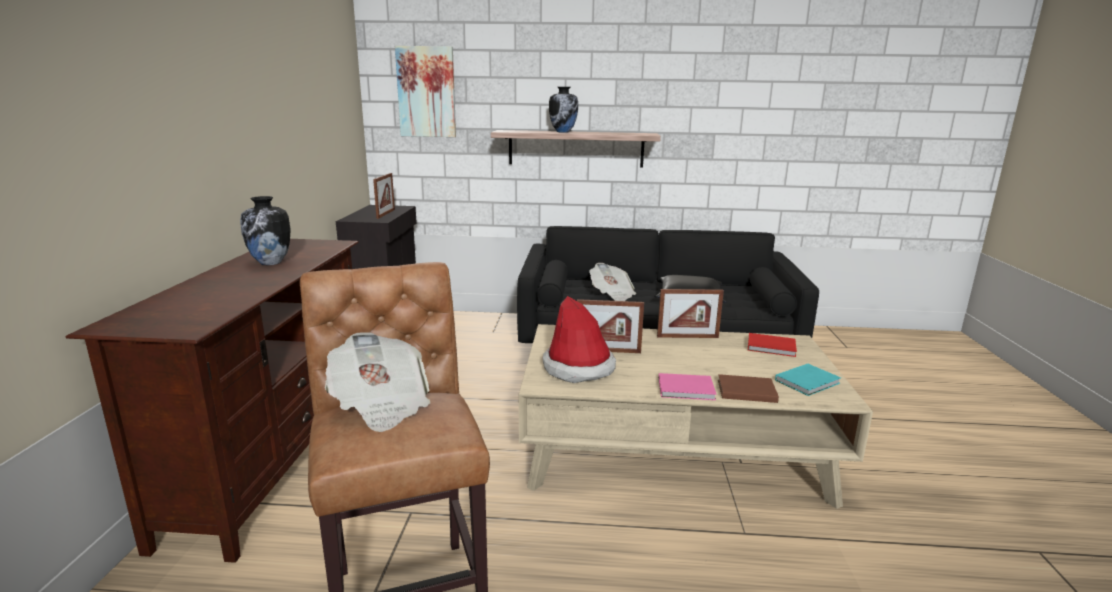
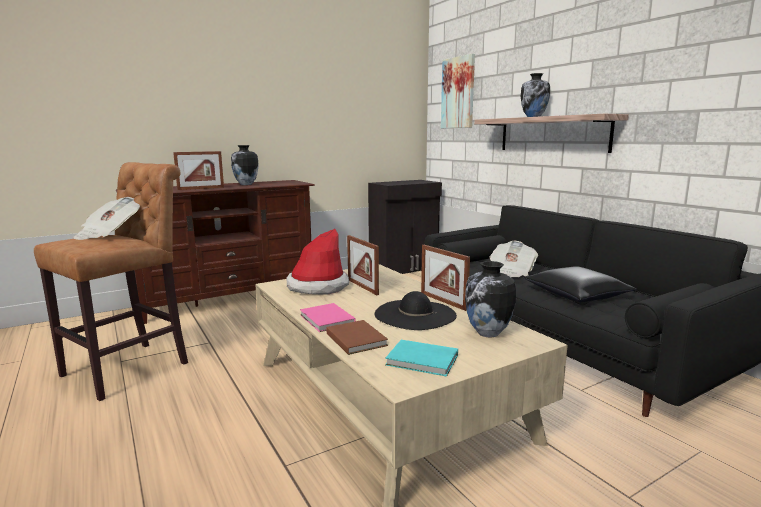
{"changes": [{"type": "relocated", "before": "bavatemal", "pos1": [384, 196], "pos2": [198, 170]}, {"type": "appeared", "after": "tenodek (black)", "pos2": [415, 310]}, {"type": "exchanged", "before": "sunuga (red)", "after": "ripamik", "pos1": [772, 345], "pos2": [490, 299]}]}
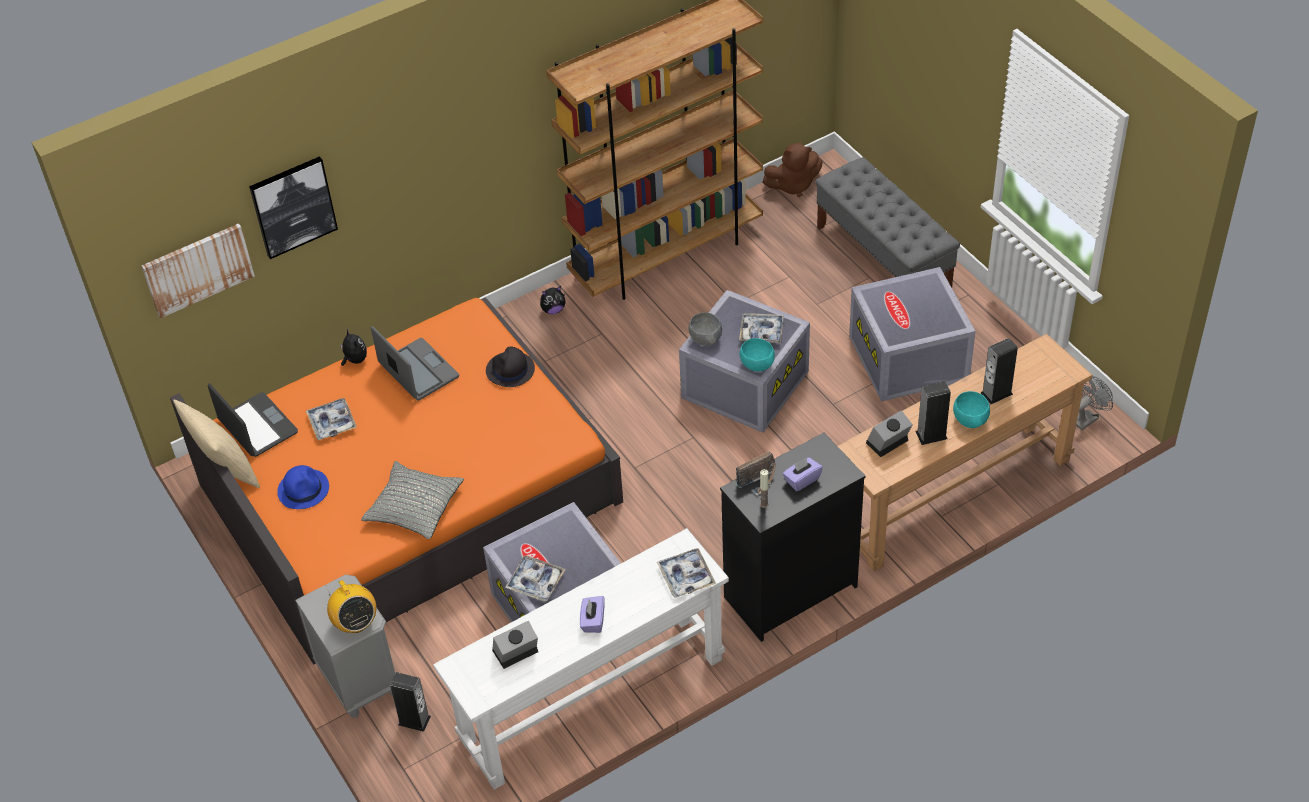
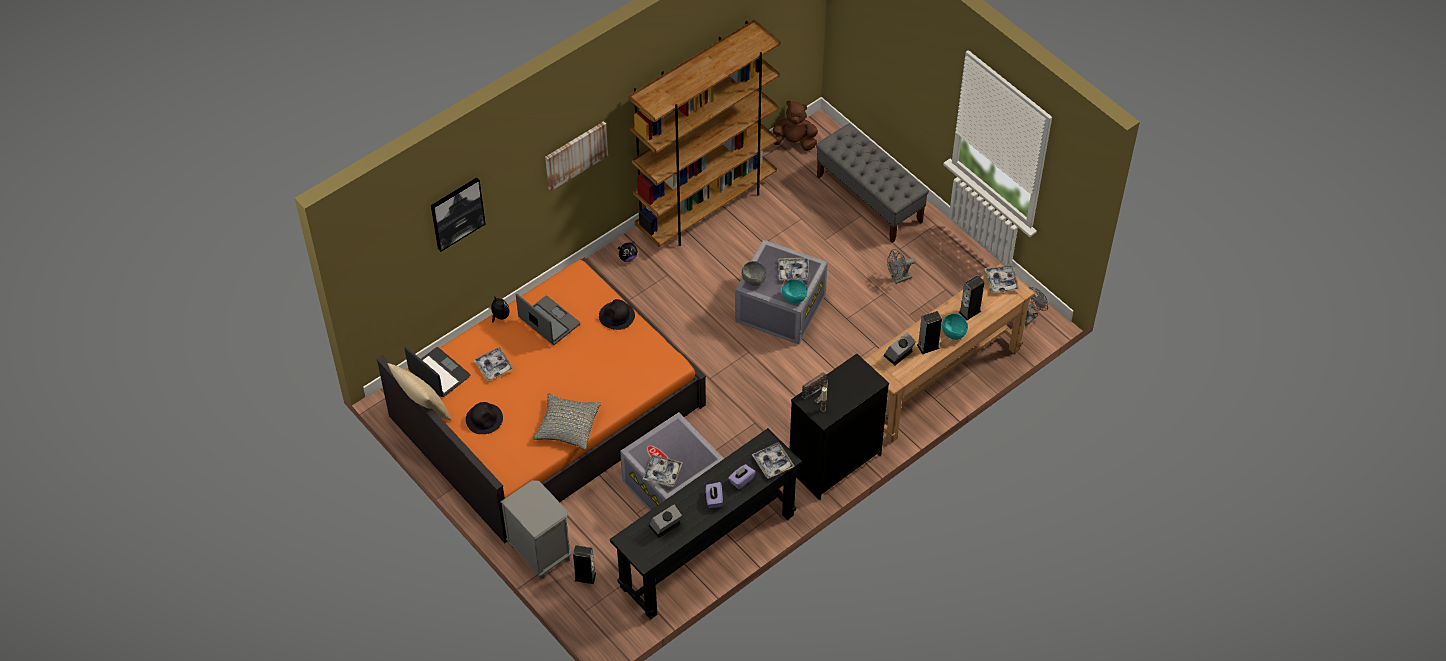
{"changes": [{"type": "colour", "before": "tenodek (blue)", "after": "tenodek (black)", "pos1": [303, 487], "pos2": [484, 418]}, {"type": "relocated", "before": "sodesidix", "pos1": [198, 270], "pos2": [576, 156]}, {"type": "colour", "before": "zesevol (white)", "after": "zesevol (black)", "pos1": [581, 659], "pos2": [706, 524]}, {"type": "relocated", "before": "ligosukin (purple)", "pos1": [803, 474], "pos2": [742, 476]}, {"type": "spun", "before": "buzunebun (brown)", "pos1": [793, 170], "pos2": [795, 126], "turn": -150}, {"type": "exchanged", "before": "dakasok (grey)", "after": "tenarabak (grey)", "pos1": [912, 334], "pos2": [901, 266]}, {"type": "appeared", "after": "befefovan", "pos2": [1001, 279]}, {"type": "missing", "before": "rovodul", "pos1": [350, 606]}]}
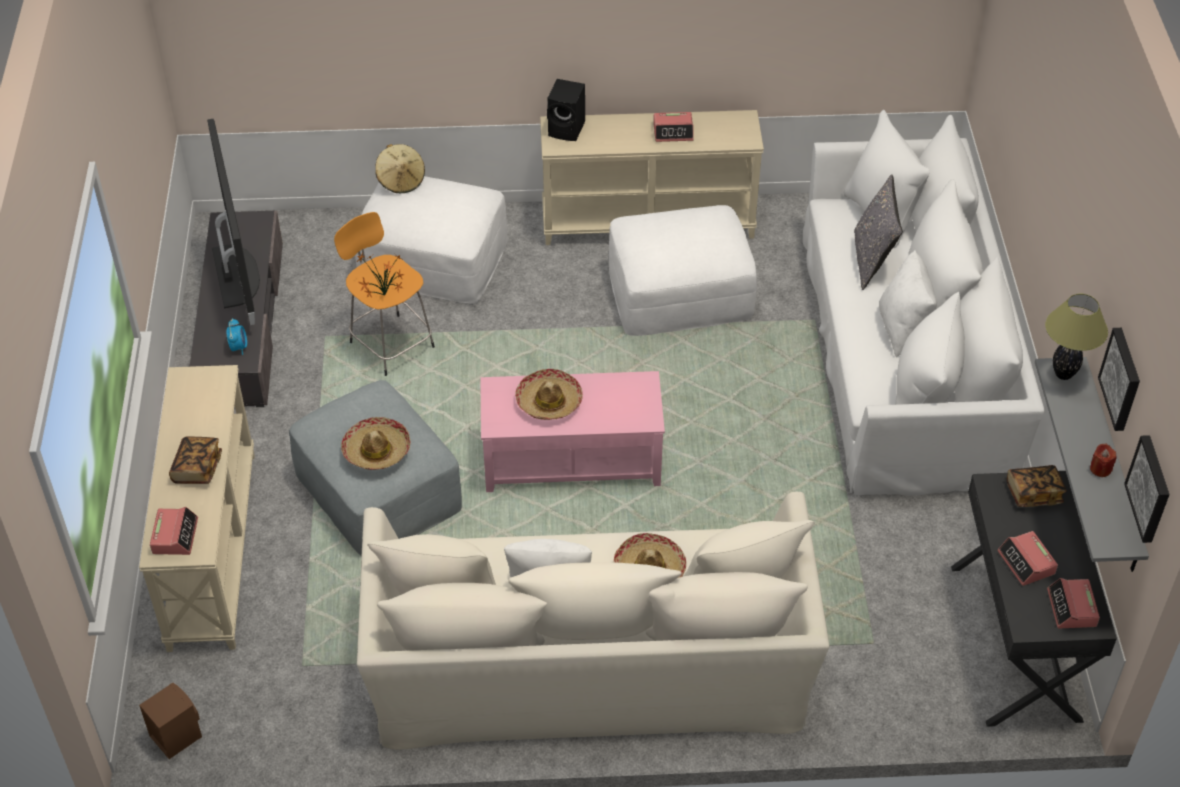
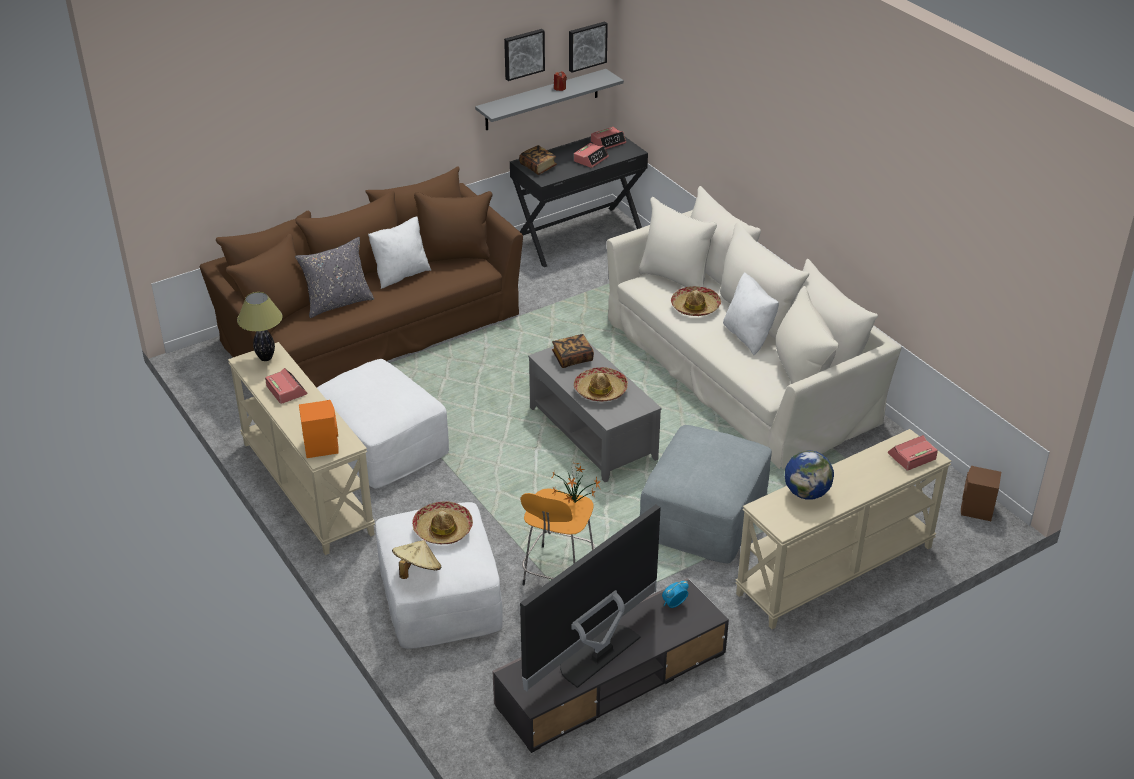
{"changes": [{"type": "colour", "before": "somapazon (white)", "after": "somapazon (brown)", "pos1": [924, 303], "pos2": [361, 277]}, {"type": "relocated", "before": "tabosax", "pos1": [1076, 337], "pos2": [260, 326]}, {"type": "colour", "before": "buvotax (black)", "after": "buvotax (orange)", "pos1": [566, 110], "pos2": [319, 429]}, {"type": "relocated", "before": "tenodek", "pos1": [375, 443], "pos2": [442, 522]}, {"type": "colour", "before": "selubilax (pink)", "after": "selubilax (grey)", "pos1": [572, 431], "pos2": [595, 412]}, {"type": "relocated", "before": "sunuga", "pos1": [195, 460], "pos2": [573, 351]}, {"type": "appeared", "after": "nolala", "pos2": [809, 475]}]}
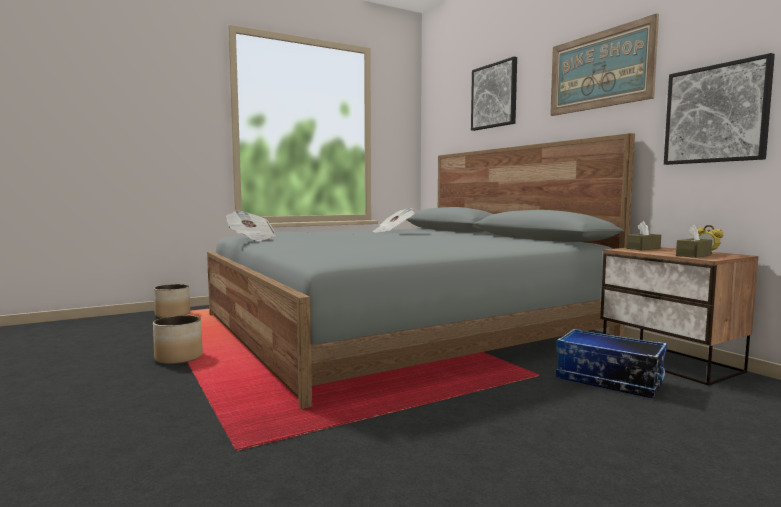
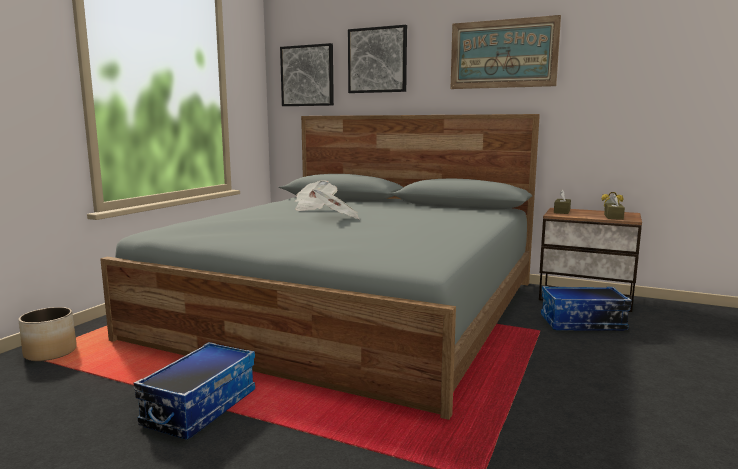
{"changes": [{"type": "exchanged", "before": "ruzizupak", "after": "dakasok", "pos1": [178, 339], "pos2": [194, 390]}, {"type": "relocated", "before": "sodesidix", "pos1": [719, 109], "pos2": [307, 74]}, {"type": "relocated", "before": "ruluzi", "pos1": [251, 226], "pos2": [336, 204]}]}
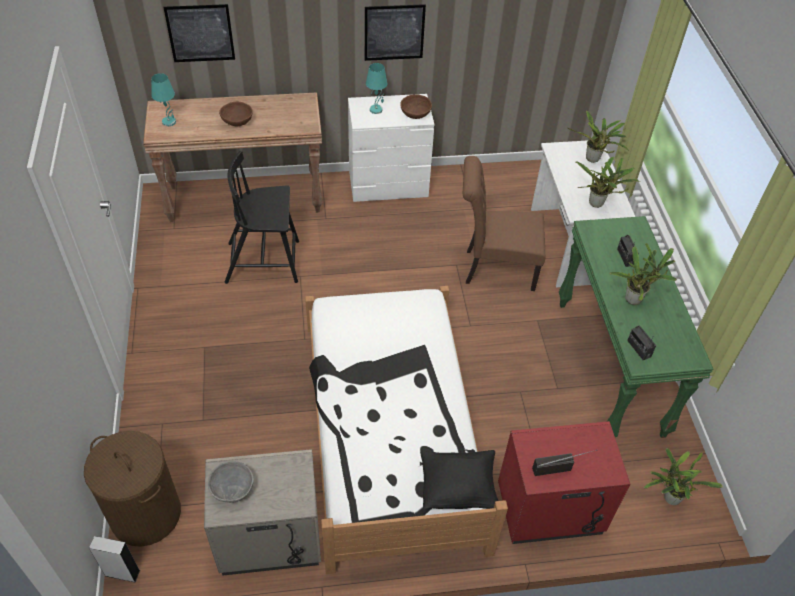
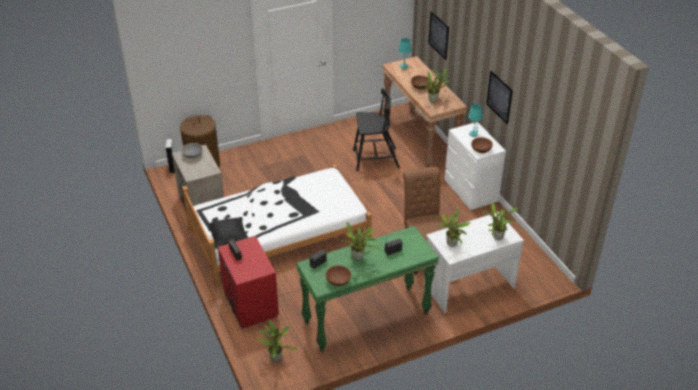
{"changes": [{"type": "appeared", "after": "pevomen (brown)", "pos2": [338, 275]}, {"type": "spun", "before": "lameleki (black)", "pos1": [262, 217], "pos2": [376, 129], "turn": 105}, {"type": "appeared", "after": "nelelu", "pos2": [435, 85]}]}
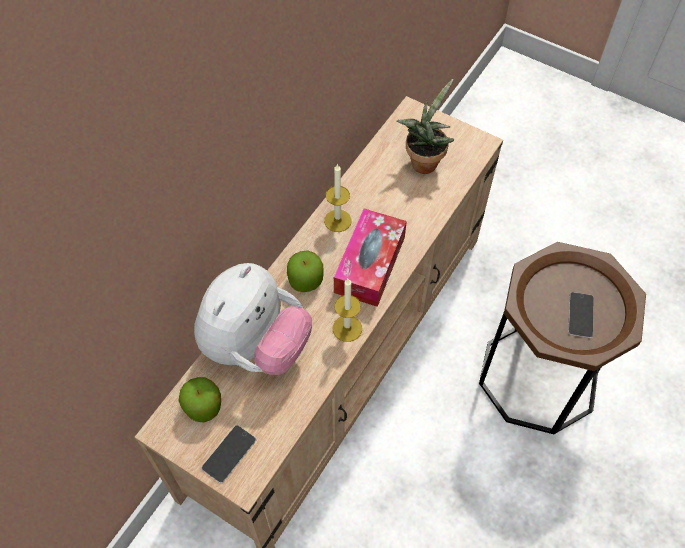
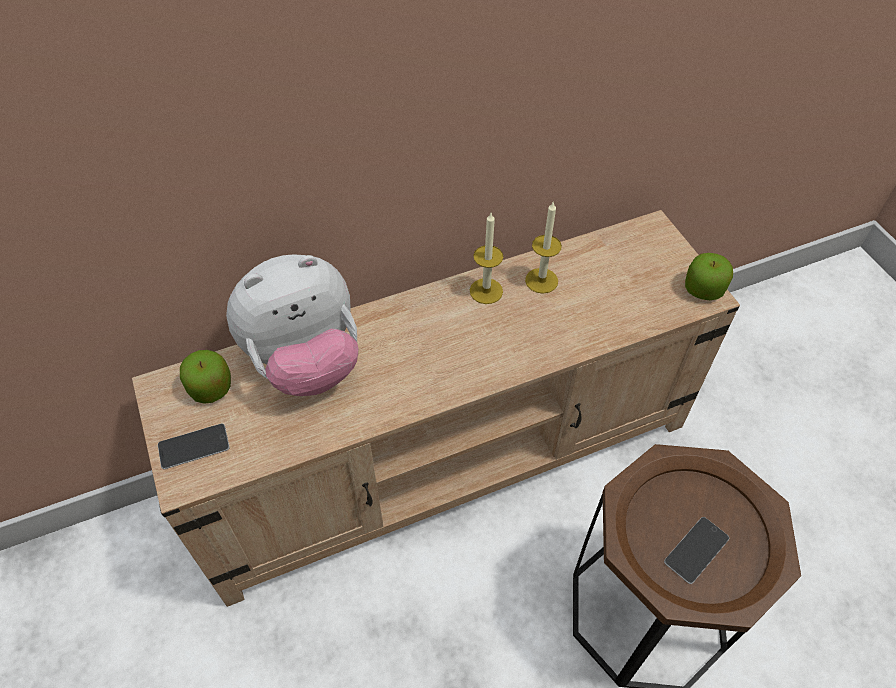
{"changes": [{"type": "relocated", "before": "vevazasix", "pos1": [347, 310], "pos2": [543, 248]}, {"type": "relocated", "before": "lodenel", "pos1": [305, 271], "pos2": [709, 276]}, {"type": "missing", "before": "ligosukin", "pos1": [370, 258]}, {"type": "missing", "before": "nelelu", "pos1": [425, 126]}]}
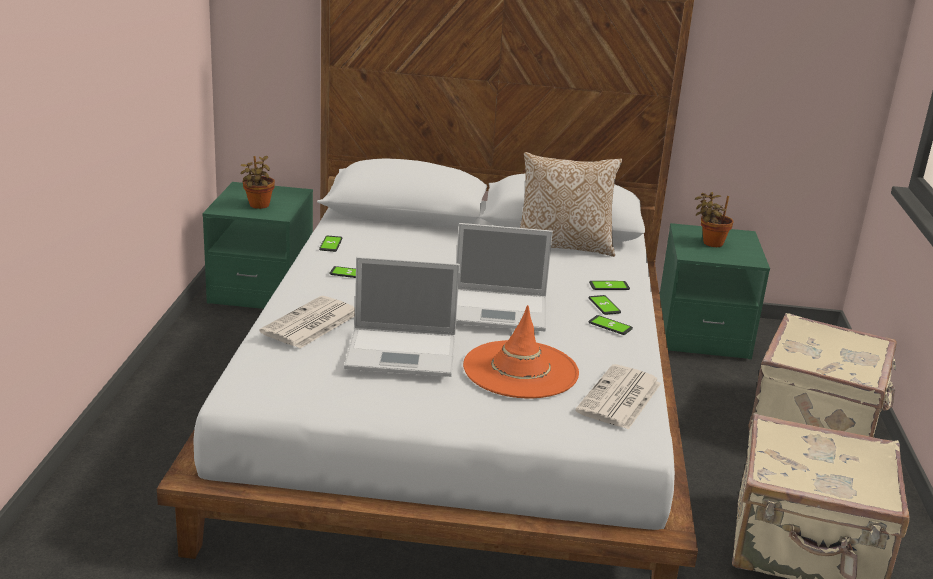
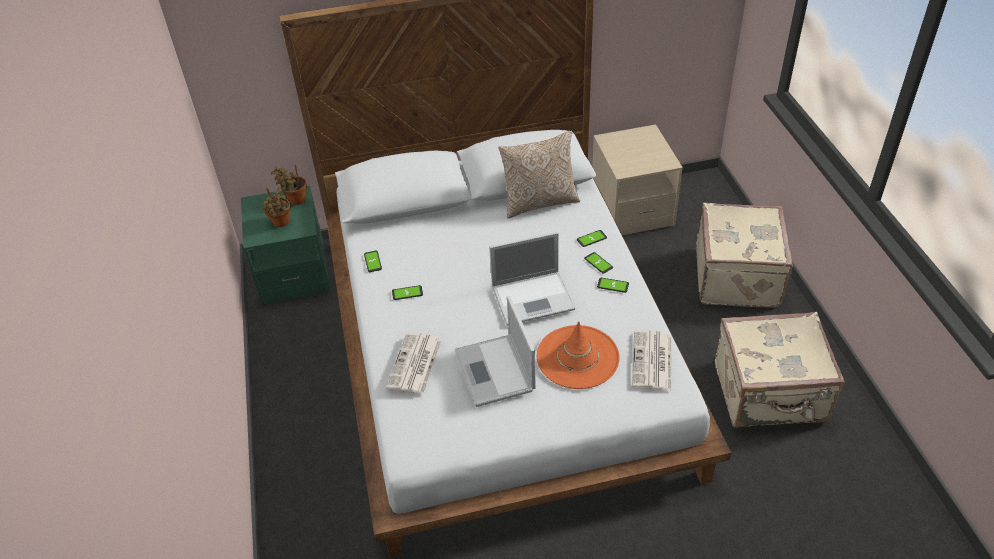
{"changes": [{"type": "relocated", "before": "nelelu", "pos1": [714, 219], "pos2": [289, 185]}, {"type": "spun", "before": "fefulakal", "pos1": [402, 317], "pos2": [495, 351], "turn": 90}, {"type": "colour", "before": "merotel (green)", "after": "merotel (beige)", "pos1": [715, 291], "pos2": [637, 179]}]}
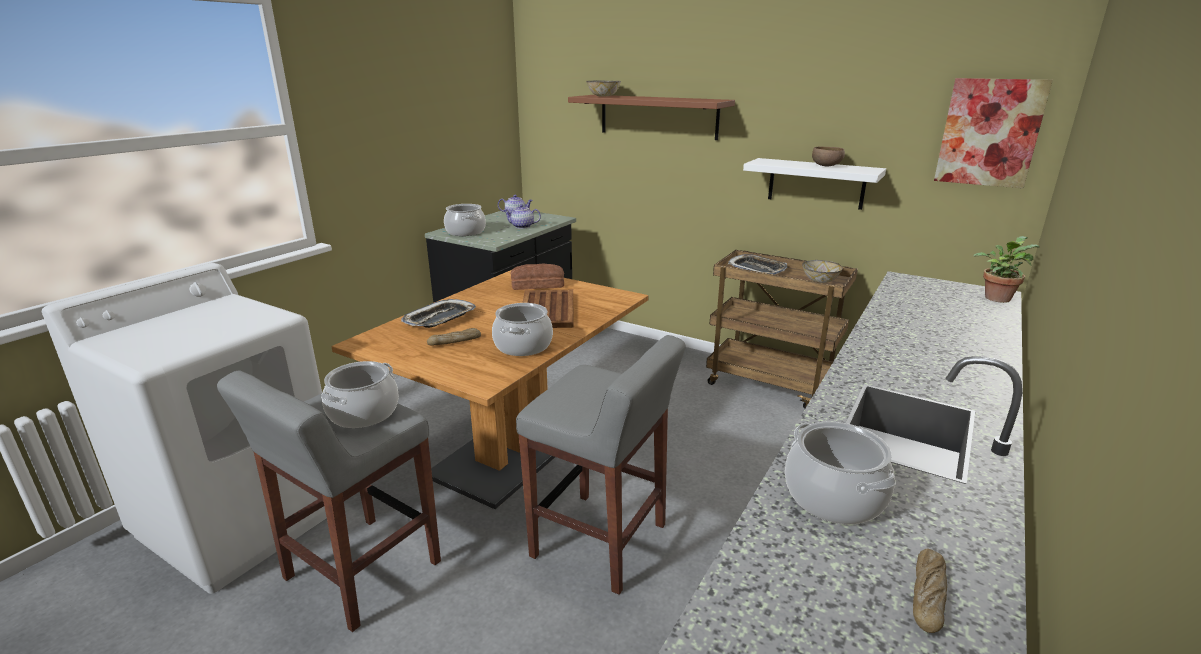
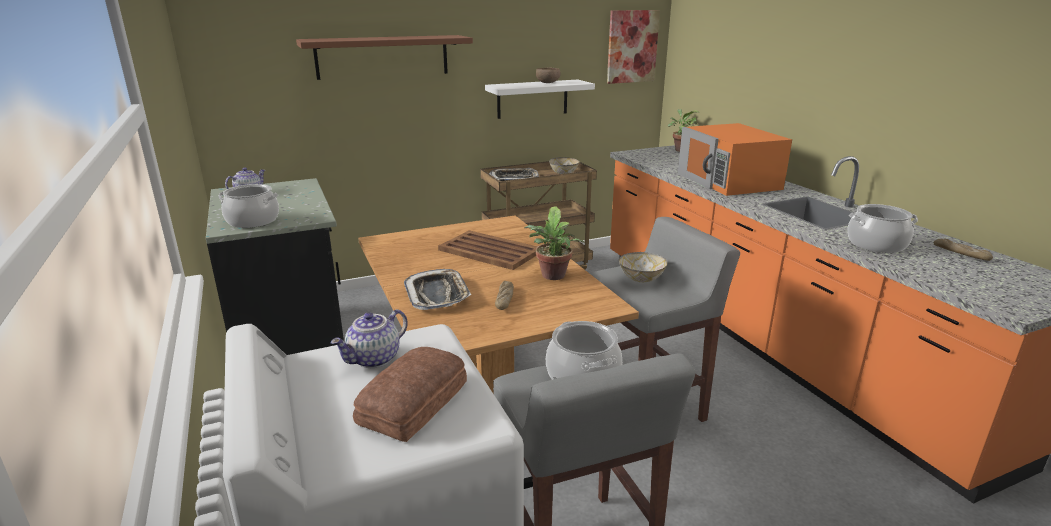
{"changes": [{"type": "relocated", "before": "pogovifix", "pos1": [522, 216], "pos2": [369, 338]}, {"type": "relocated", "before": "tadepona", "pos1": [537, 277], "pos2": [410, 394]}, {"type": "exchanged", "before": "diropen", "after": "nelelu", "pos1": [522, 329], "pos2": [555, 243]}, {"type": "relocated", "before": "pevomen", "pos1": [603, 88], "pos2": [643, 267]}, {"type": "appeared", "after": "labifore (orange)", "pos2": [735, 159]}]}
